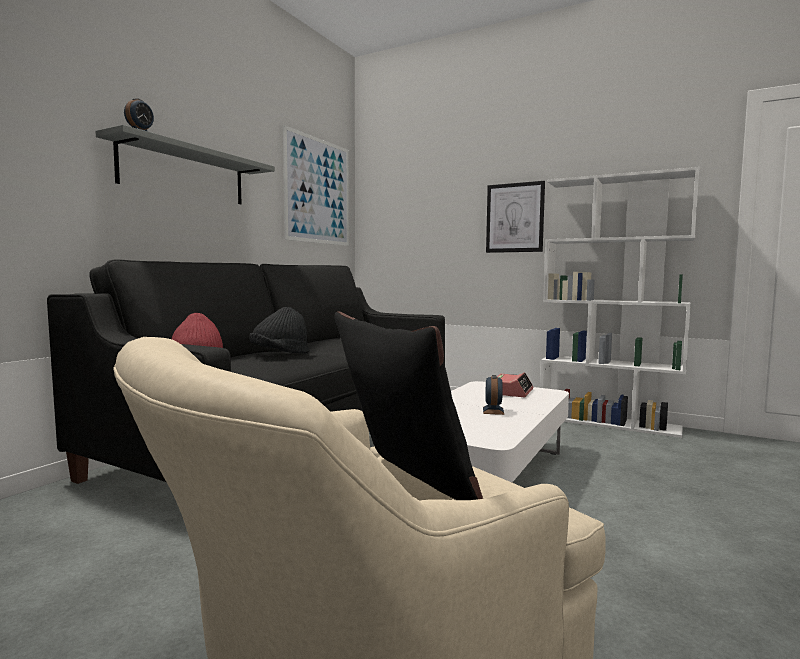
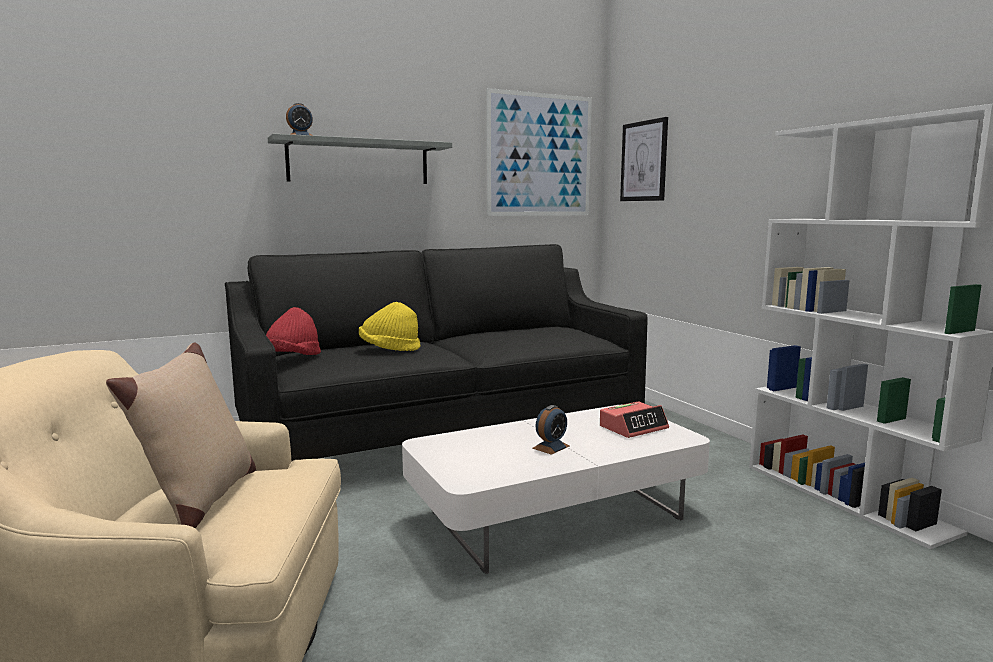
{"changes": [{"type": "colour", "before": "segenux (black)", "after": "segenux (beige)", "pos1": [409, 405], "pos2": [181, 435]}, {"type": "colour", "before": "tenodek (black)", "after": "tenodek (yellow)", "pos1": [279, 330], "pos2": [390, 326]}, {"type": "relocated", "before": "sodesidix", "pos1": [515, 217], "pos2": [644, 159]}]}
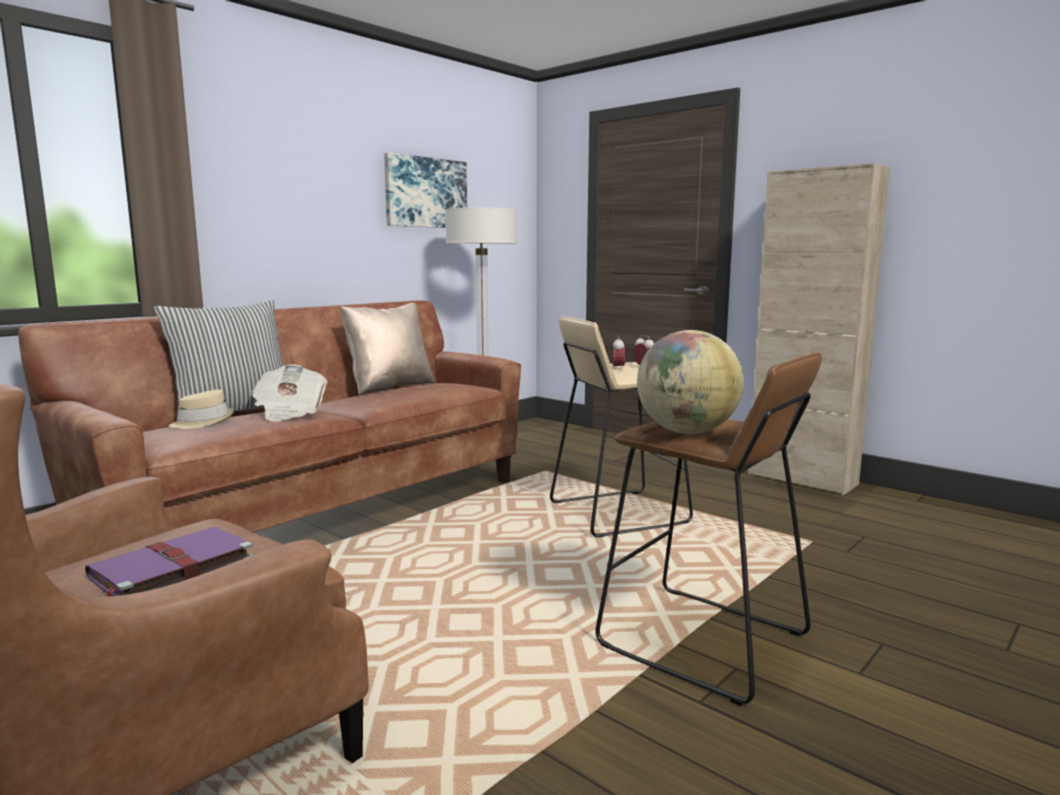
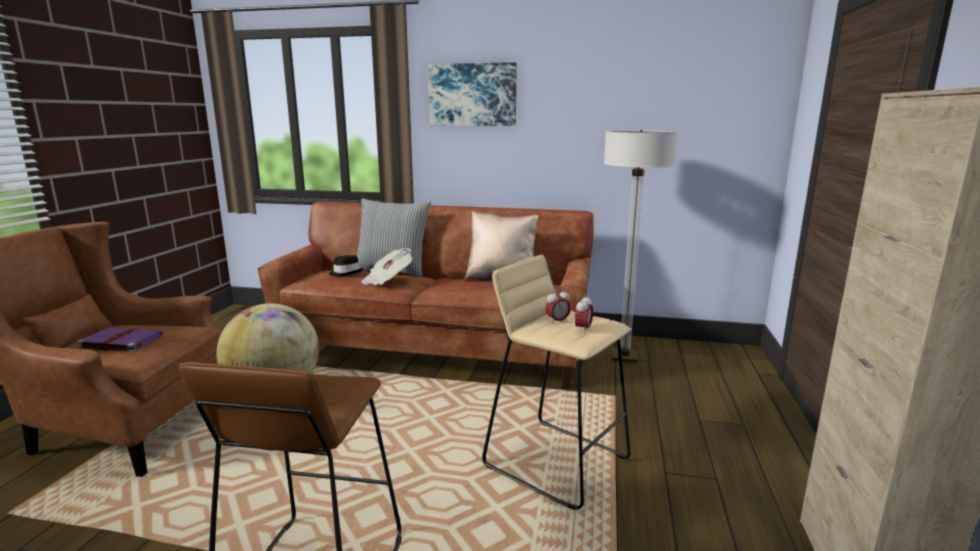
{"changes": [{"type": "colour", "before": "tenodek (beige)", "after": "tenodek (black)", "pos1": [201, 409], "pos2": [346, 265]}, {"type": "relocated", "before": "sodesidix", "pos1": [425, 190], "pos2": [472, 94]}]}
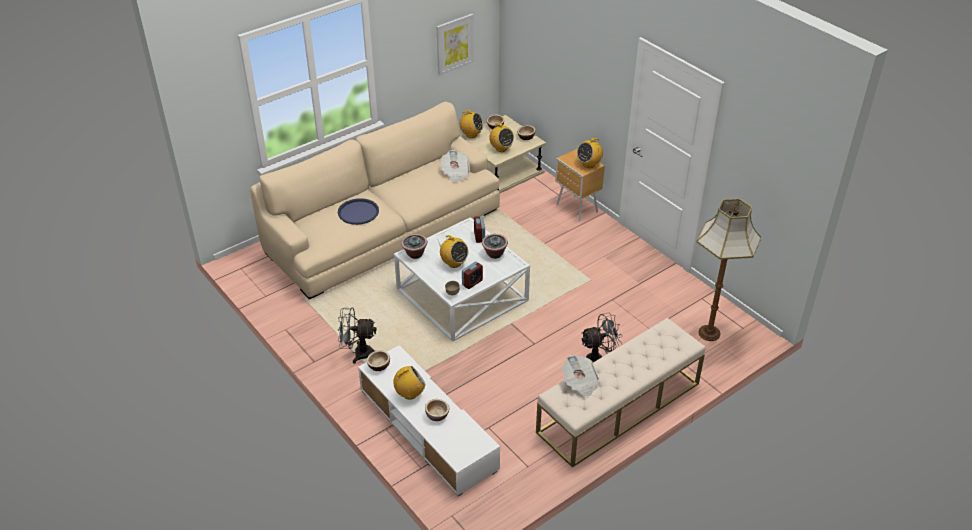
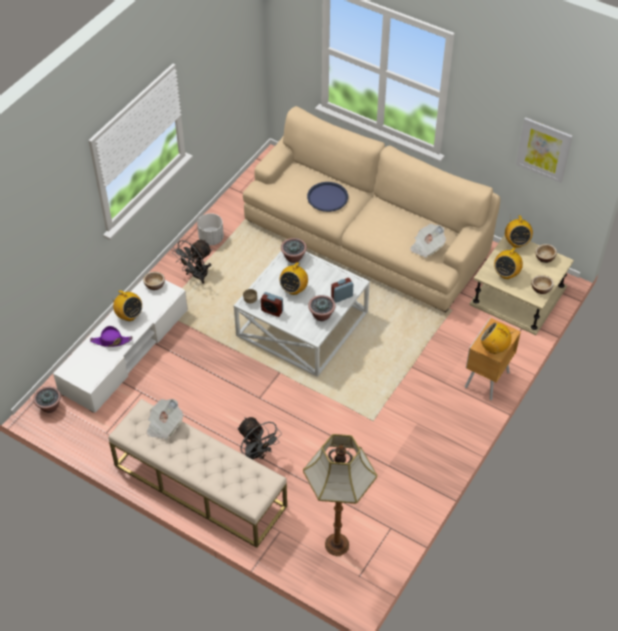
{"changes": [{"type": "appeared", "after": "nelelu", "pos2": [47, 400]}, {"type": "exchanged", "before": "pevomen", "after": "tenodek (purple)", "pos1": [437, 410], "pos2": [111, 336]}, {"type": "spun", "before": "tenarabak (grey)", "pos1": [357, 335], "pos2": [192, 261], "turn": -120}, {"type": "appeared", "after": "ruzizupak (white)", "pos2": [210, 229]}]}
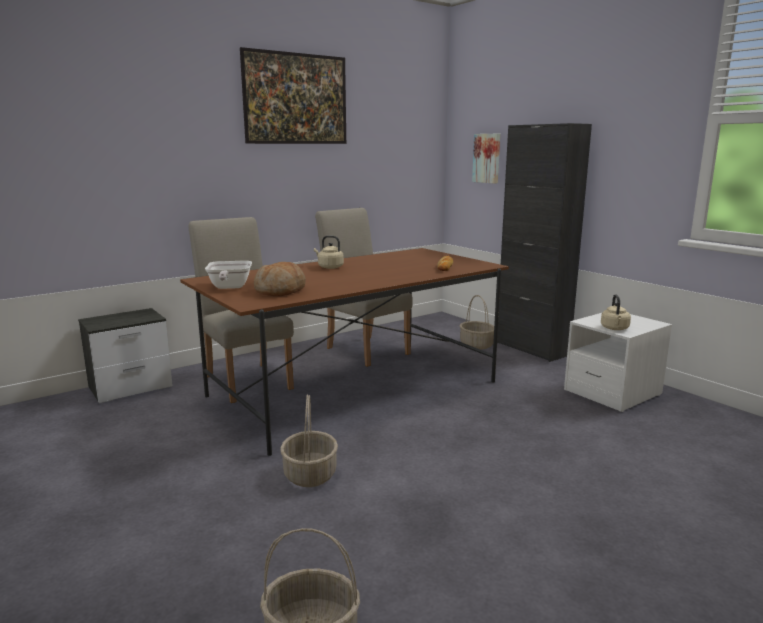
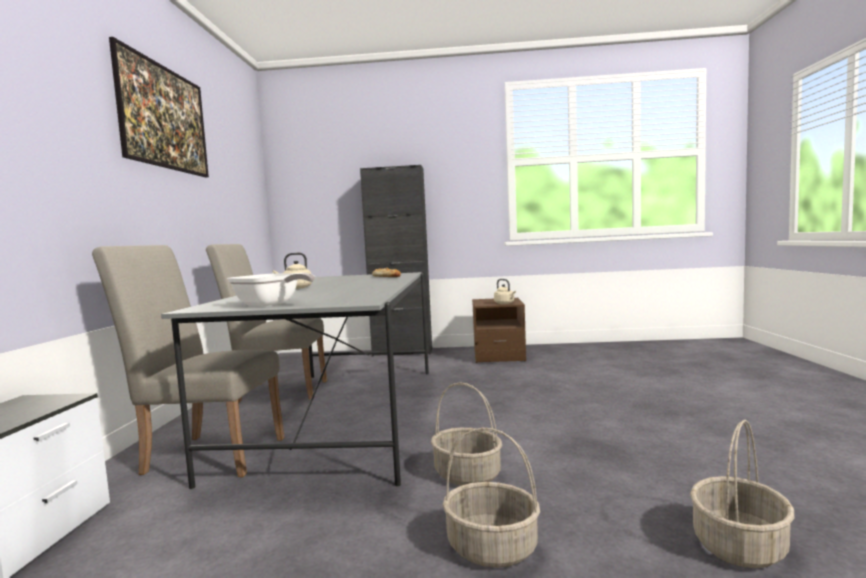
{"changes": [{"type": "colour", "before": "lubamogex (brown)", "after": "lubamogex (grey)", "pos1": [344, 352], "pos2": [295, 380]}, {"type": "relocated", "before": "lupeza", "pos1": [477, 322], "pos2": [491, 498]}, {"type": "colour", "before": "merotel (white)", "after": "merotel (brown)", "pos1": [618, 362], "pos2": [499, 330]}, {"type": "missing", "before": "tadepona", "pos1": [280, 279]}, {"type": "missing", "before": "sodesidix", "pos1": [486, 159]}]}
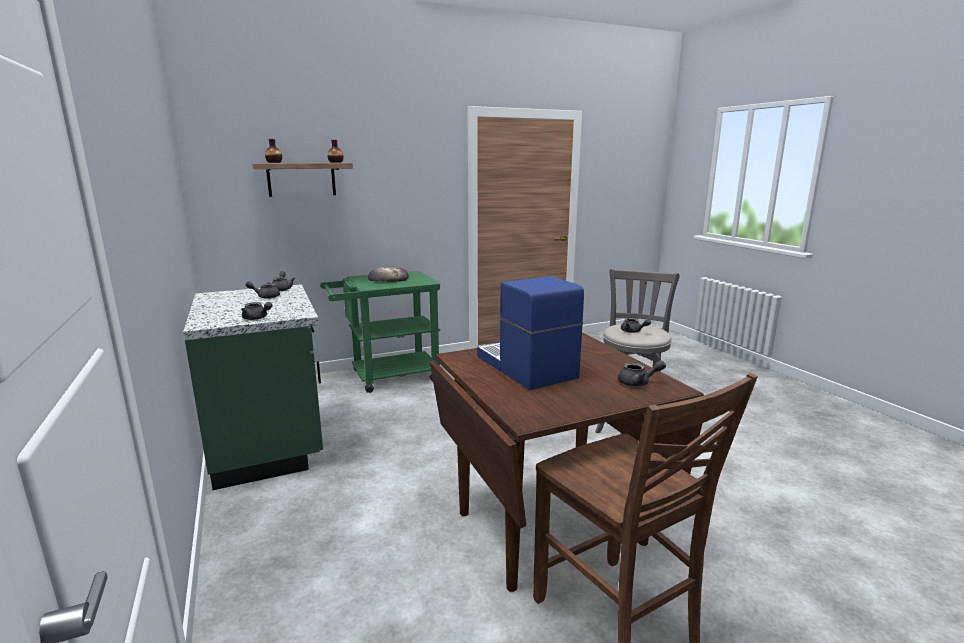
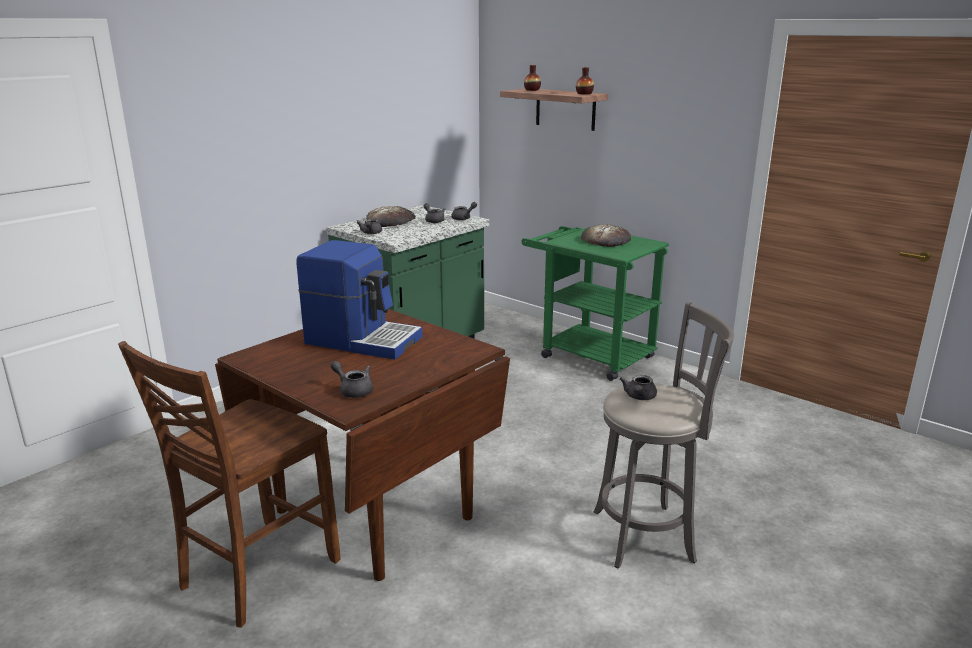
{"changes": [{"type": "spun", "before": "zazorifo", "pos1": [530, 333], "pos2": [359, 300], "turn": 75}, {"type": "spun", "before": "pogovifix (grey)", "pos1": [642, 374], "pos2": [351, 379], "turn": 150}, {"type": "appeared", "after": "tadepona", "pos2": [391, 216]}]}
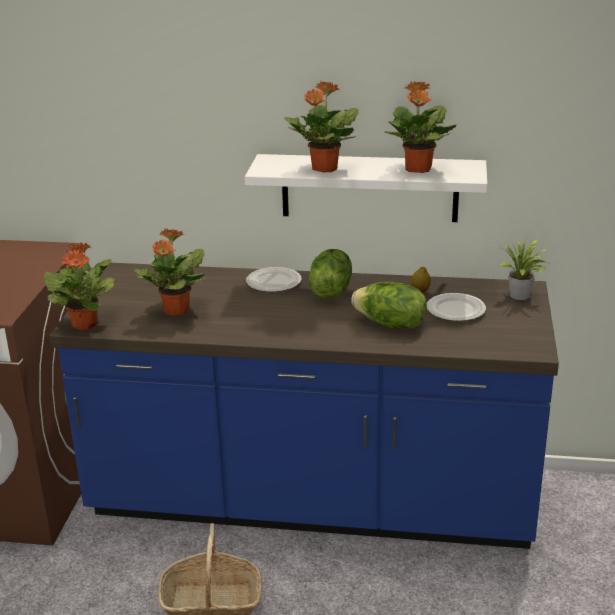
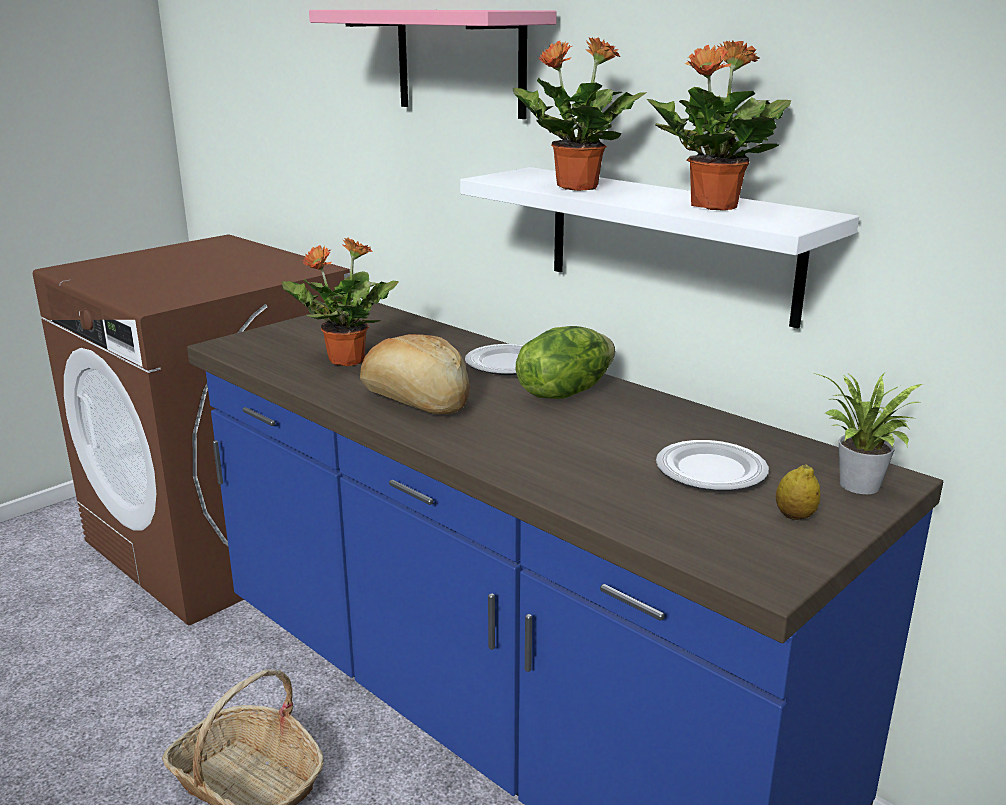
{"changes": [{"type": "appeared", "after": "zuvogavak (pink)", "pos2": [433, 64]}, {"type": "appeared", "after": "tadepona", "pos2": [415, 374]}, {"type": "relocated", "before": "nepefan", "pos1": [421, 279], "pos2": [798, 492]}, {"type": "missing", "before": "nelelu", "pos1": [79, 286]}, {"type": "missing", "before": "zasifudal", "pos1": [389, 305]}]}
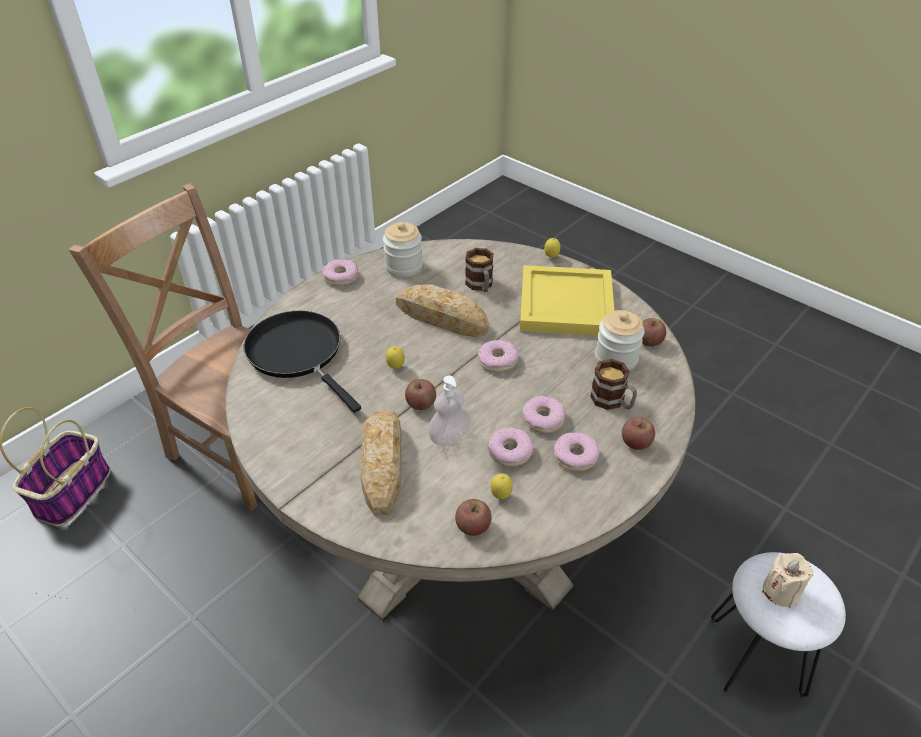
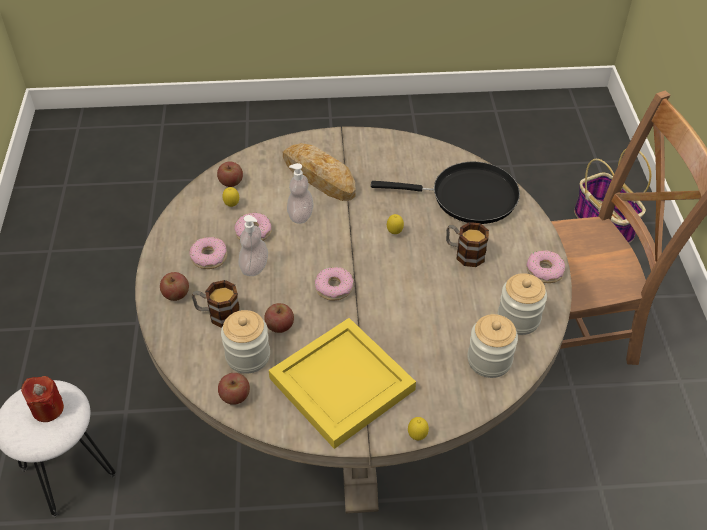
{"changes": [{"type": "colour", "before": "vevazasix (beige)", "after": "vevazasix (red)", "pos1": [787, 580], "pos2": [42, 399]}, {"type": "exchanged", "before": "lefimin", "after": "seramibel", "pos1": [544, 414], "pos2": [253, 245]}, {"type": "relocated", "before": "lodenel", "pos1": [420, 394], "pos2": [279, 318]}, {"type": "relocated", "before": "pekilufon", "pos1": [479, 270], "pos2": [467, 244]}, {"type": "appeared", "after": "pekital", "pos2": [492, 346]}, {"type": "missing", "before": "tadepona", "pos1": [442, 310]}]}
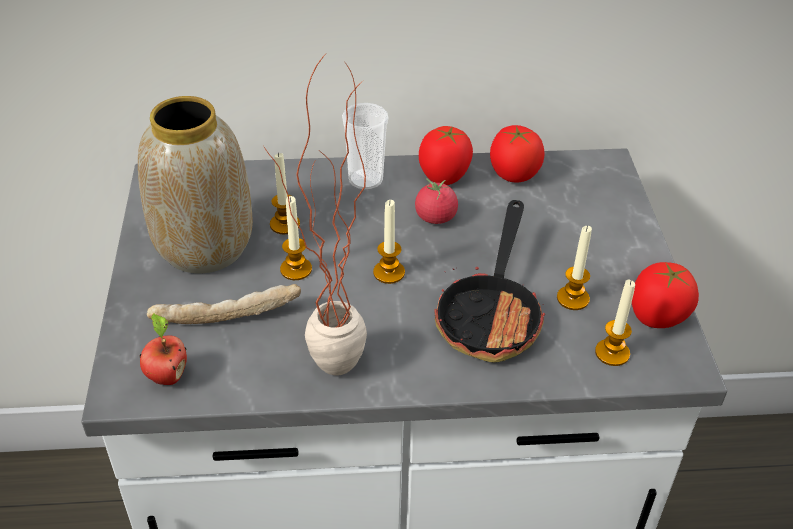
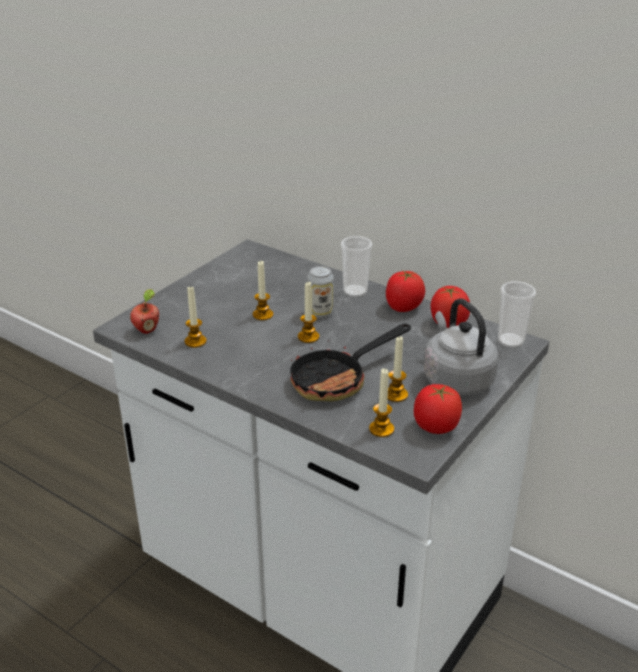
{"changes": [{"type": "relocated", "before": "vevazasix", "pos1": [285, 193], "pos2": [196, 316]}, {"type": "appeared", "after": "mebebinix", "pos2": [320, 292]}, {"type": "appeared", "after": "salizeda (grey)", "pos2": [461, 346]}, {"type": "appeared", "after": "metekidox", "pos2": [517, 314]}, {"type": "missing", "before": "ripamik", "pos1": [195, 184]}, {"type": "missing", "before": "tadepona", "pos1": [224, 304]}, {"type": "missing", "before": "nelelu", "pos1": [315, 215]}, {"type": "missing", "before": "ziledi", "pos1": [436, 201]}]}
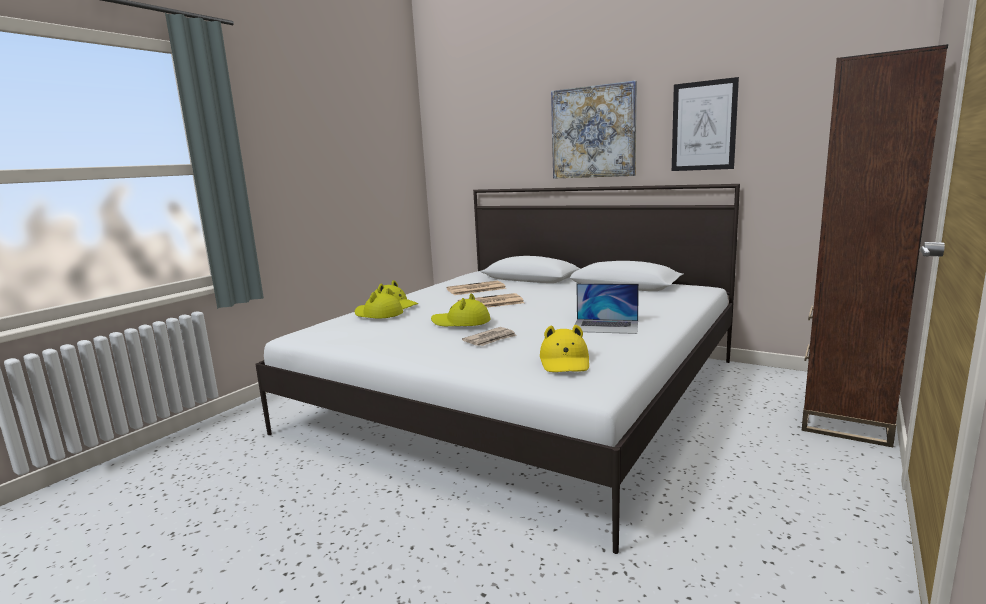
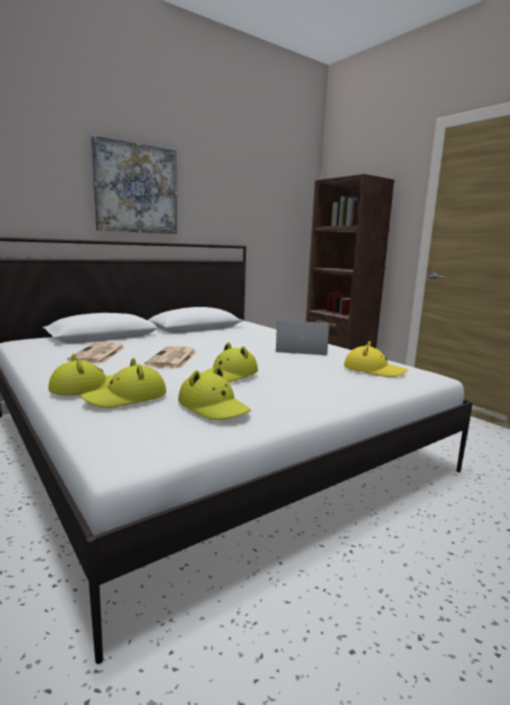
{"changes": [{"type": "appeared", "after": "tenodek (yellow)", "pos2": [214, 393]}, {"type": "spun", "before": "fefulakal", "pos1": [607, 308], "pos2": [303, 337], "turn": -120}, {"type": "missing", "before": "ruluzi", "pos1": [489, 336]}, {"type": "missing", "before": "sodesidix", "pos1": [705, 124]}]}
